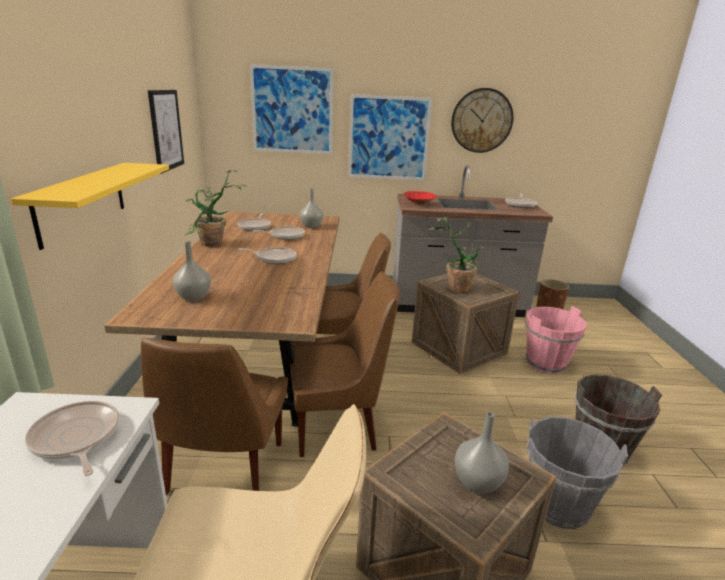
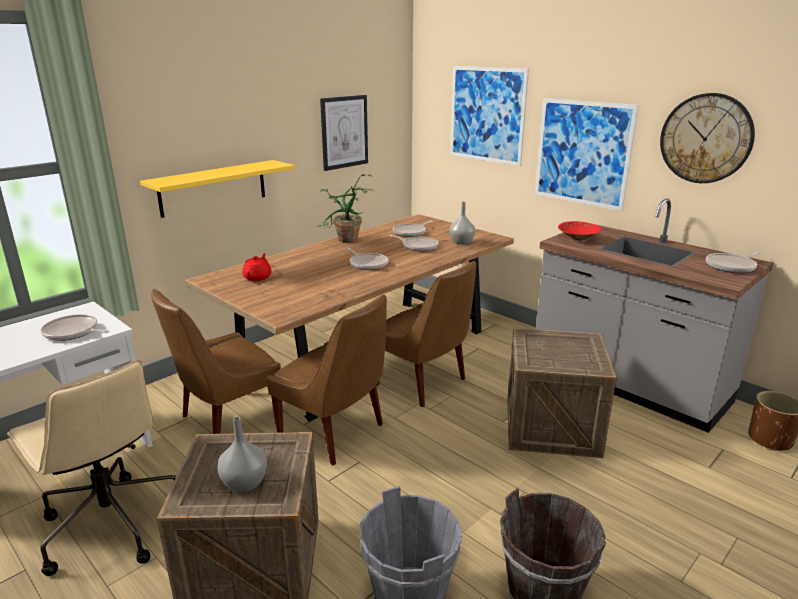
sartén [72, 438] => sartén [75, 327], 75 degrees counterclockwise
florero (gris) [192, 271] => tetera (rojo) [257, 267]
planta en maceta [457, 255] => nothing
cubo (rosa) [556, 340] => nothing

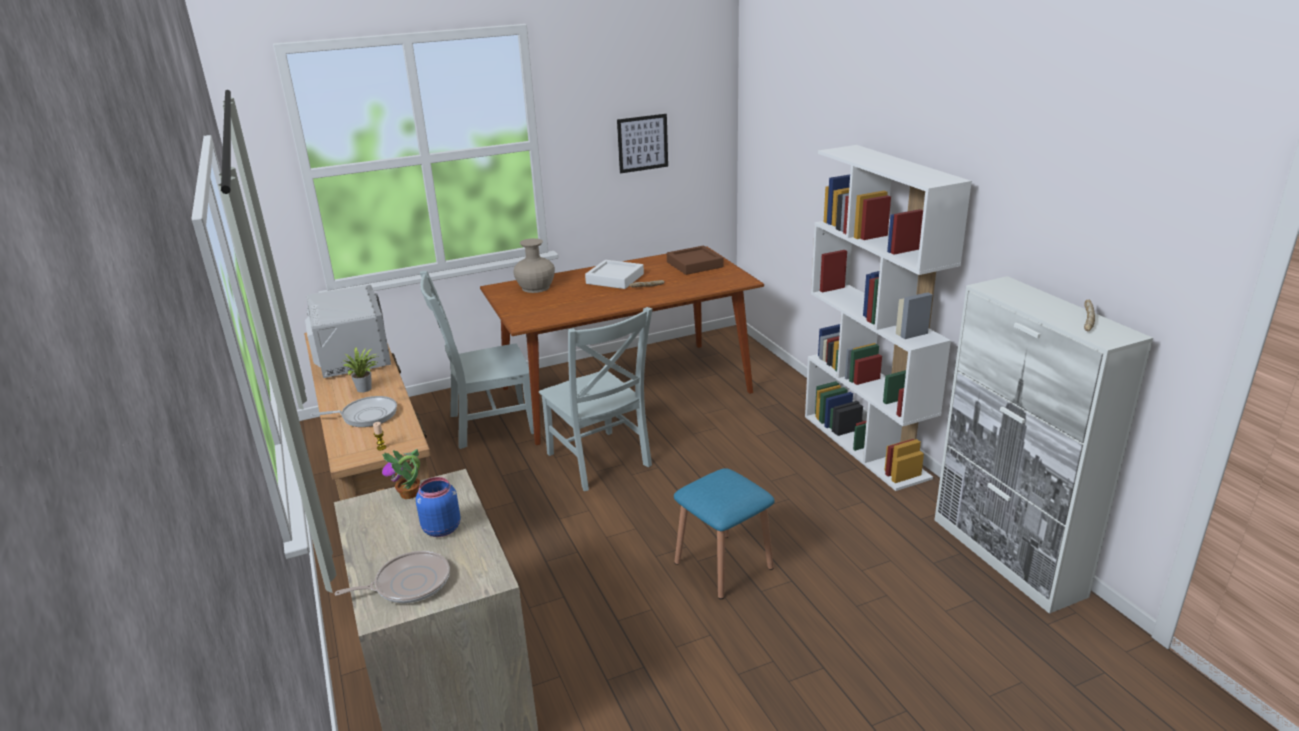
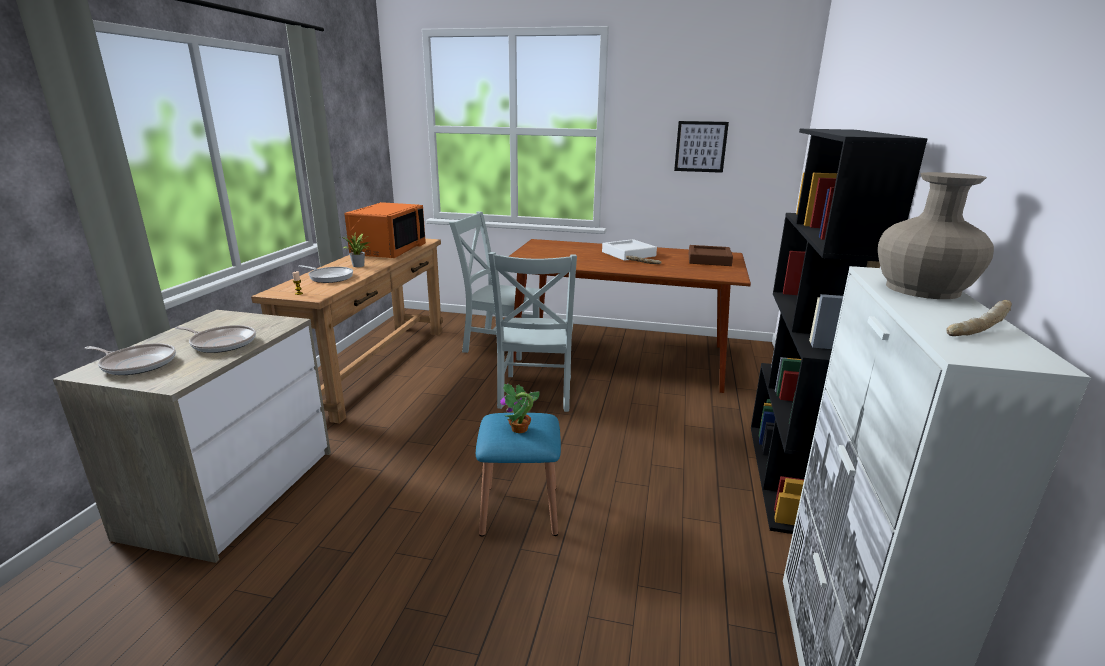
microondas (gris) [348, 331] => microondas (naranja) [385, 230]
planta en maceta [401, 474] => planta en maceta [520, 408], relocated
tarro (azul) [438, 507] => sartén [215, 339]
florero (beis) [534, 265] => florero (beis) [936, 235], relocated
estantería (blanco) [888, 318] => estantería (negro) [839, 331]

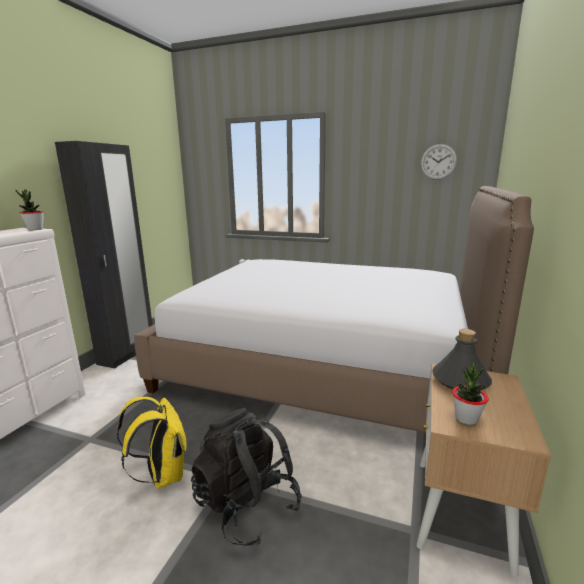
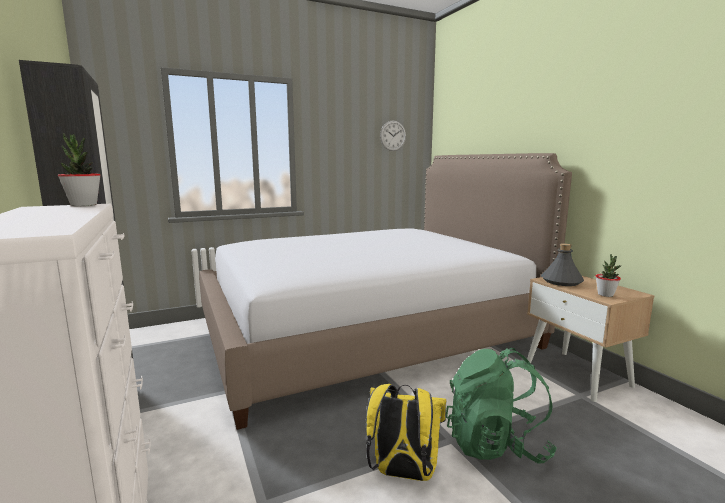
mochila (negro) [246, 477] => mochila (verde) [501, 405]

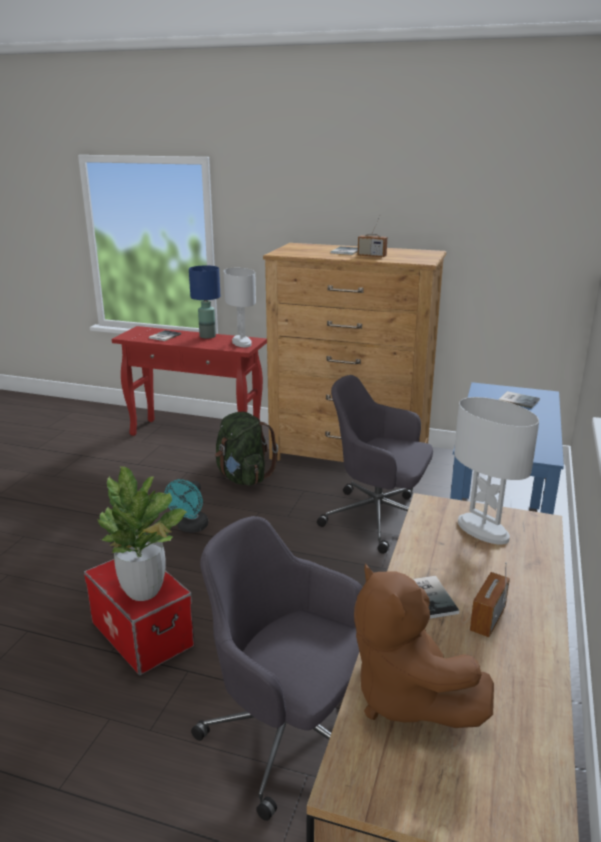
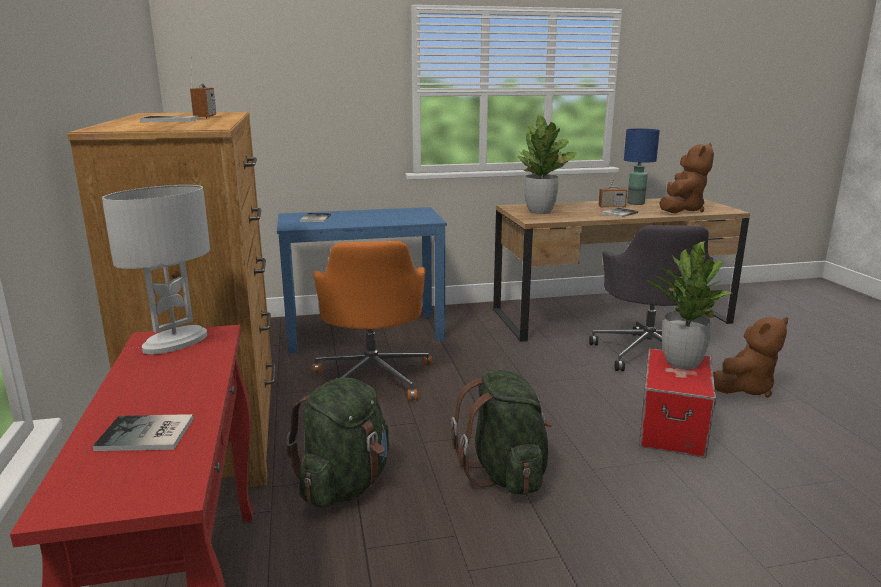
ventilador (turquesa) [186, 506] => mochila (verde) [501, 432]
lámpara de mesa (azul) [204, 302] => lámpara de mesa (azul) [642, 167], relocated
silla de oficina (gris) [375, 464] => silla de oficina (naranja) [372, 321]
lámpara de mesa (blanco) [496, 471] => planta en maceta [547, 164]
nothing => peluche (marrón) [750, 357]

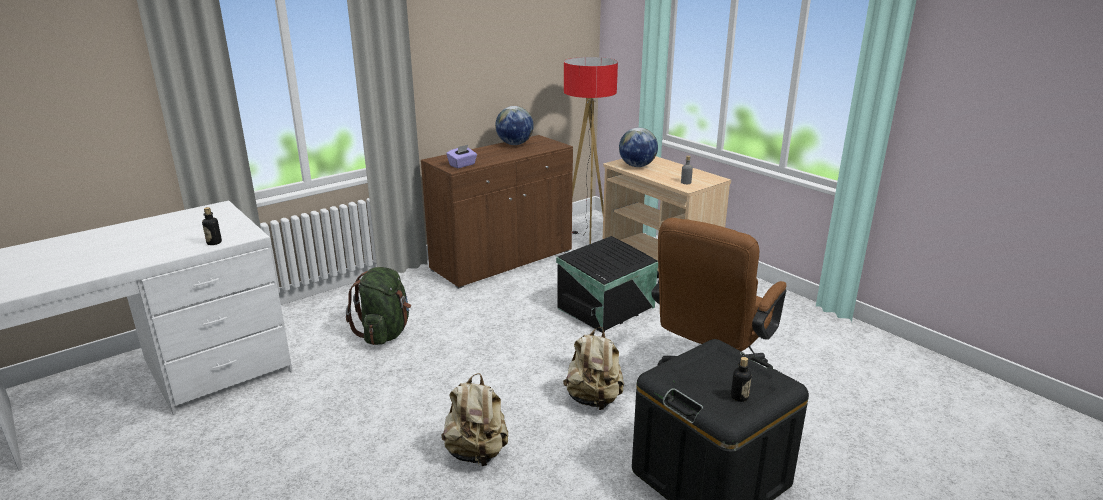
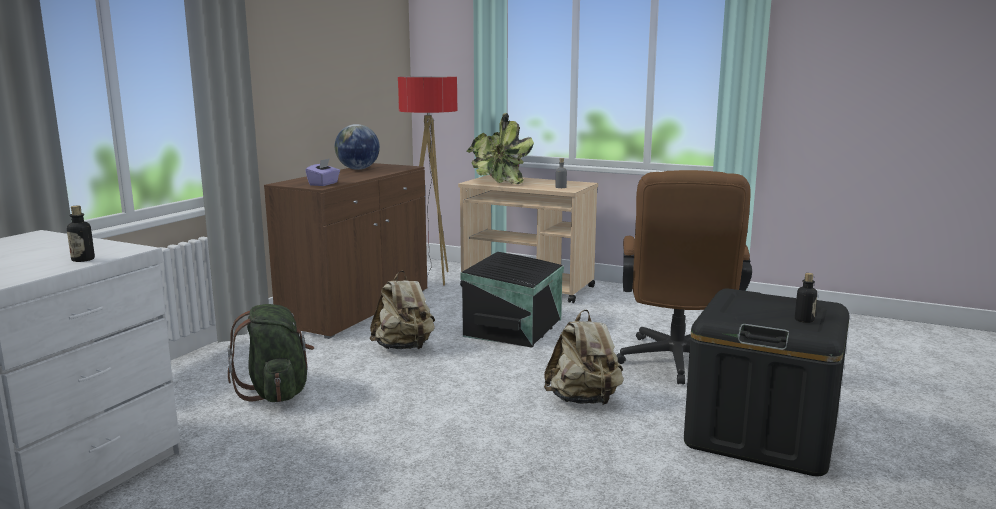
mochila (beis) [475, 419] => mochila (beis) [402, 310], relocated
globo terráqueo [638, 147] => planta en maceta [500, 148]

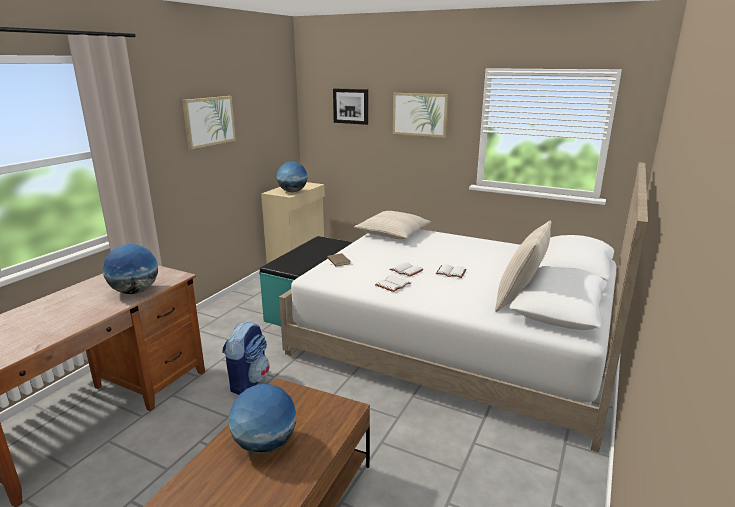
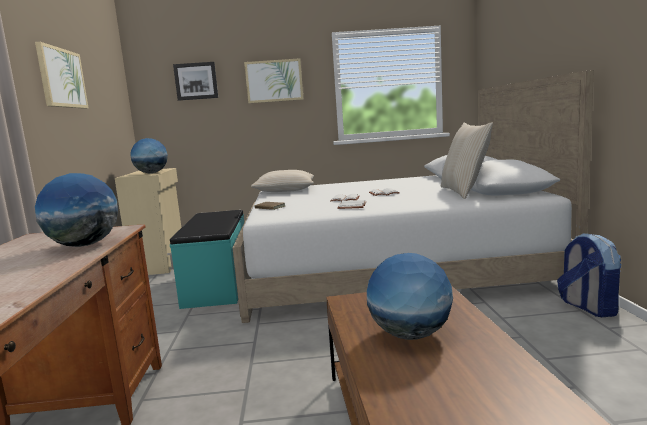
mochila [246, 358] => mochila [589, 275], relocated

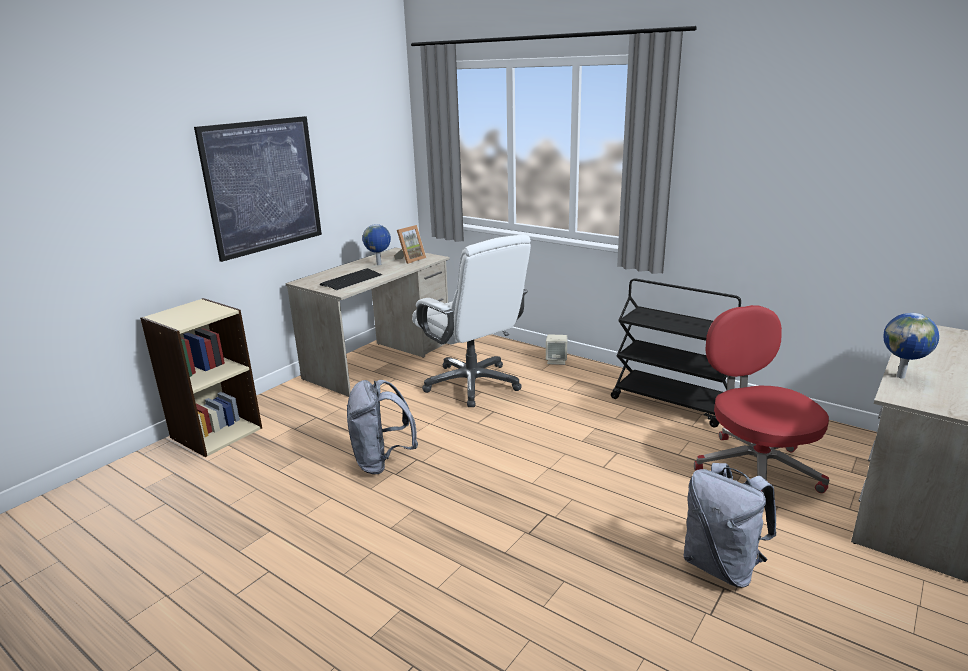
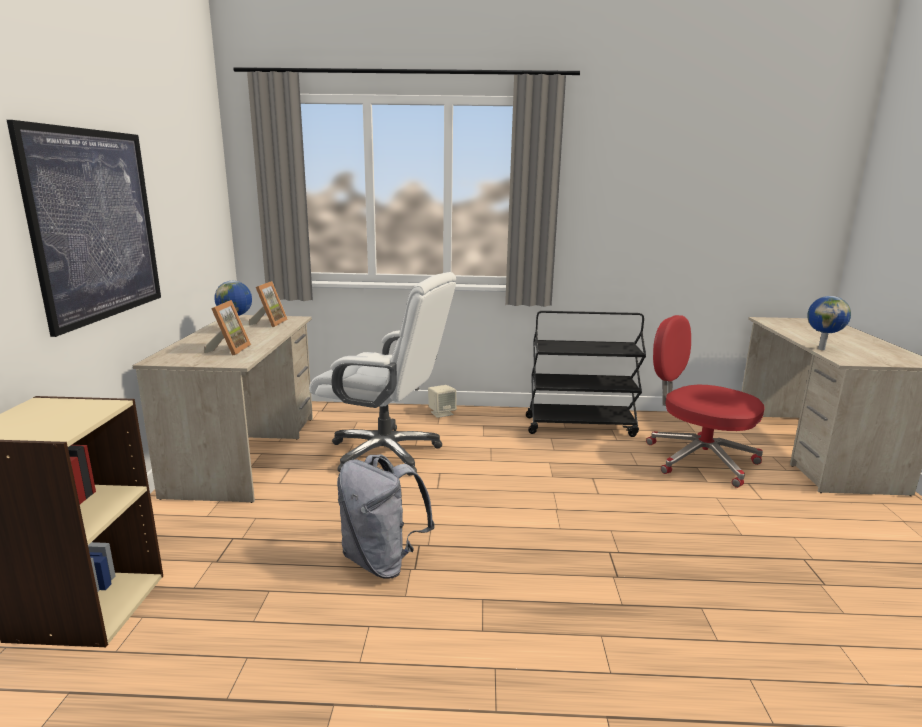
teclado [351, 279] => portarretratos [227, 328]
mochila (gris) [730, 525] => nothing

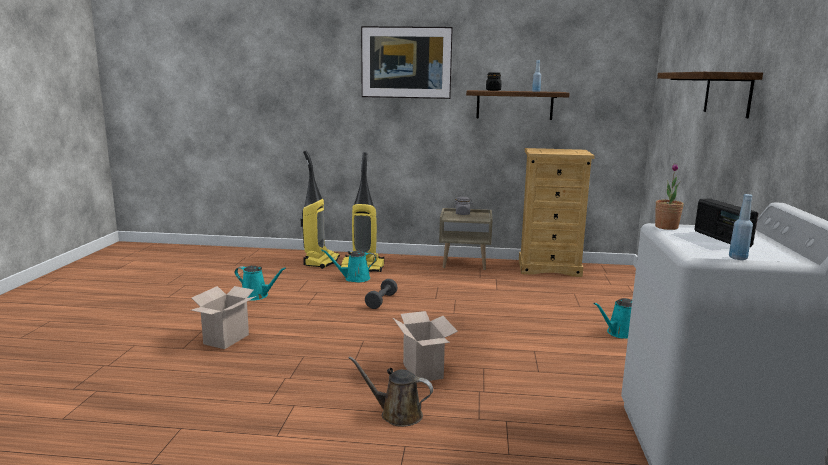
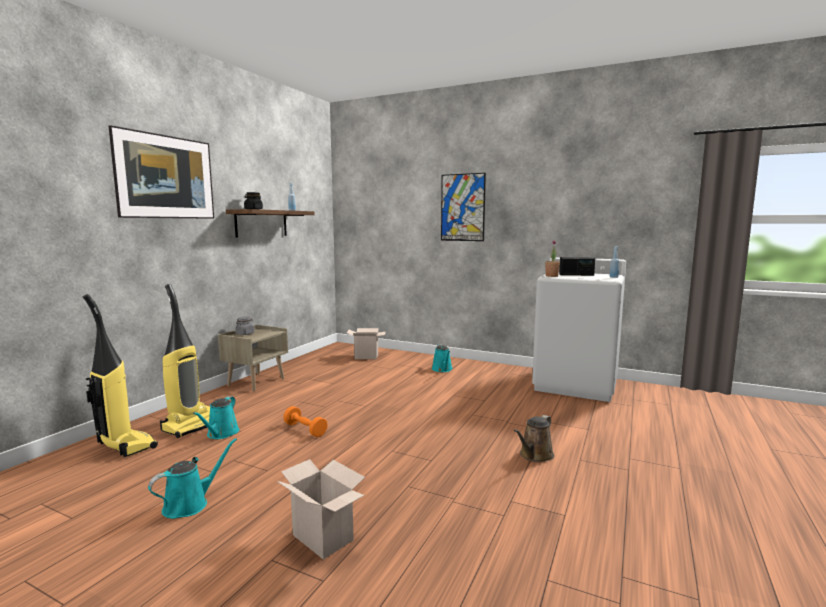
mancuerna (gris) [381, 294] => mancuerna (naranja) [305, 421]
caja de cartón [425, 347] => caja de cartón [366, 343], relocated
cómoda (beis) [557, 212] => nothing
estante [710, 95] => cuadro [463, 207]

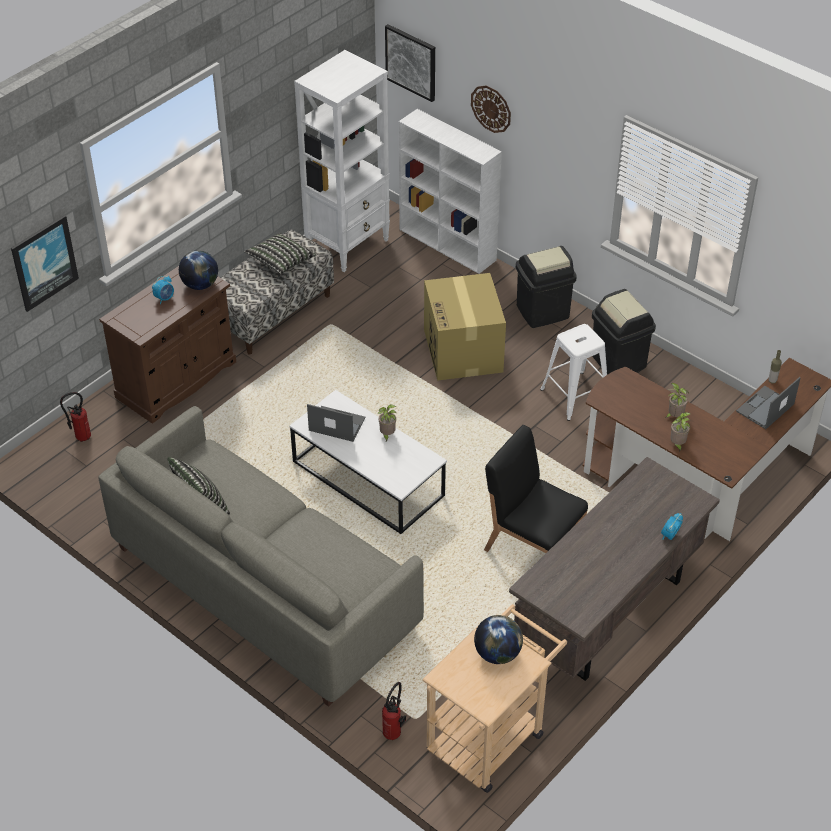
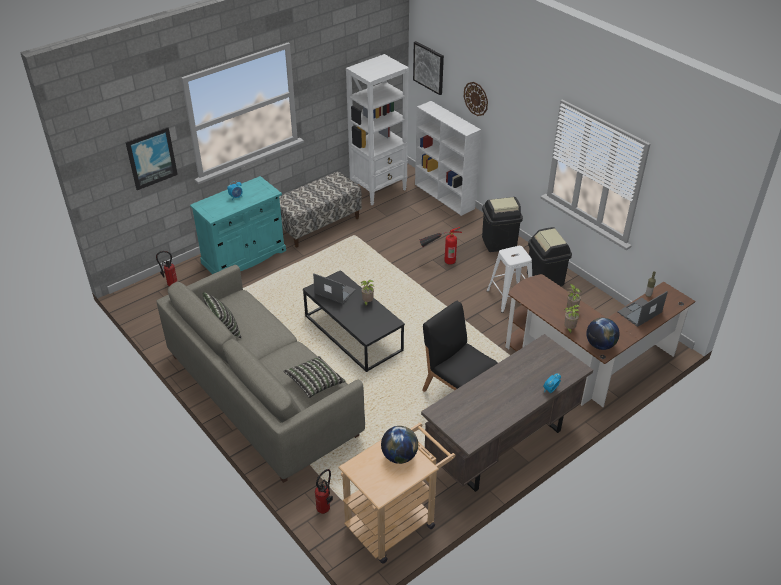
armario (marrón) [167, 345] => armario (turquesa) [238, 225]
globo terráqueo [198, 270] => globo terráqueo [603, 334], relocated
cojín [280, 253] => cojín [314, 377], relocated
mesa de centro (blanco) [368, 462] => mesa de centro (negro) [354, 321]
caja de cartón [465, 327] => extintor [440, 246]

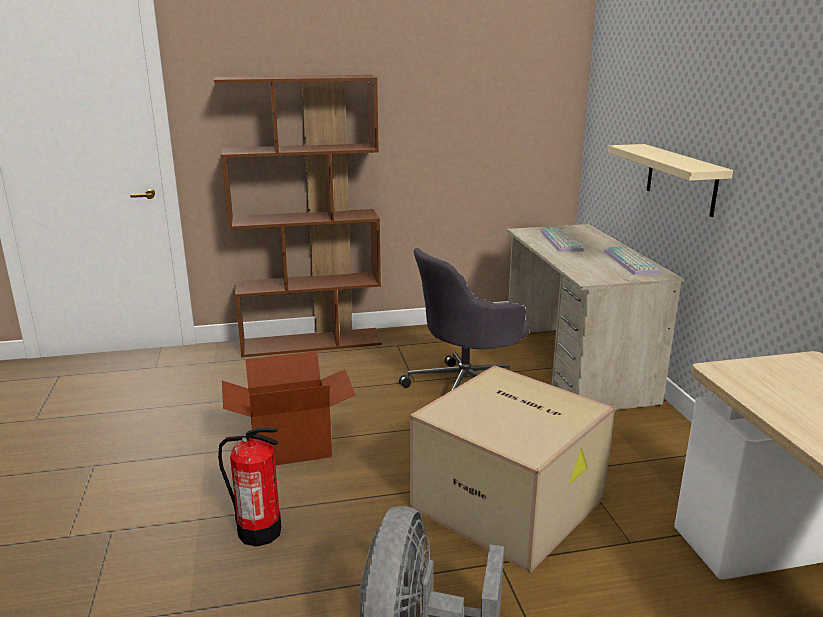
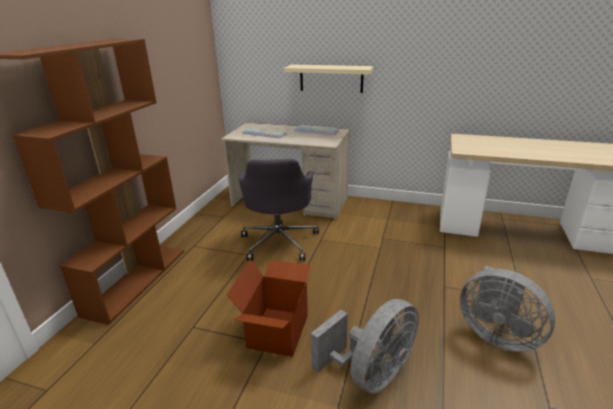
extintor [249, 487] => ventilador (gris) [365, 346]
caja de cartón [512, 469] => nothing

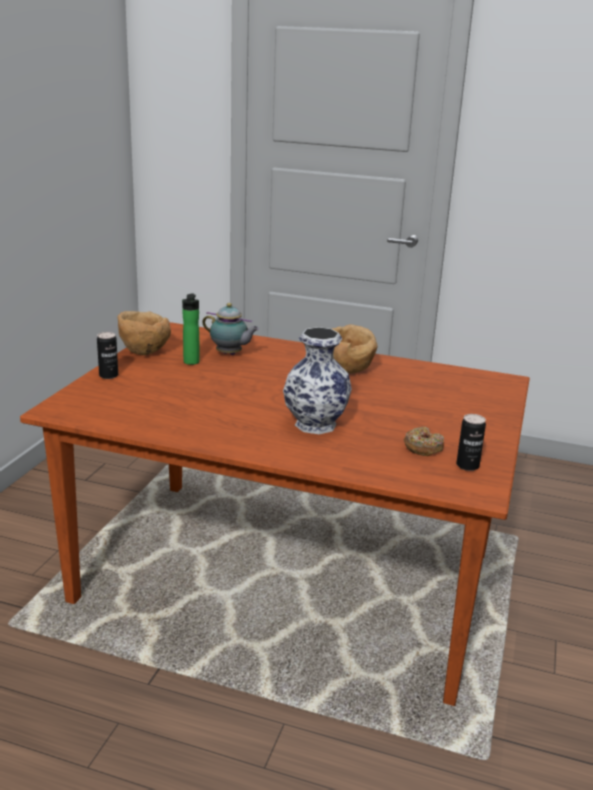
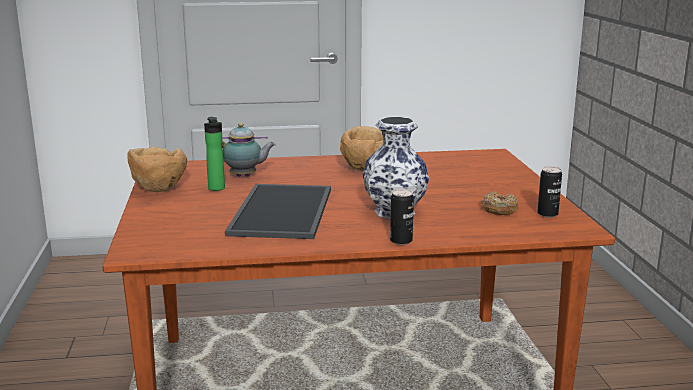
lata [107, 355] => lata [402, 217], relocated
nothing => bandeja [278, 211]

